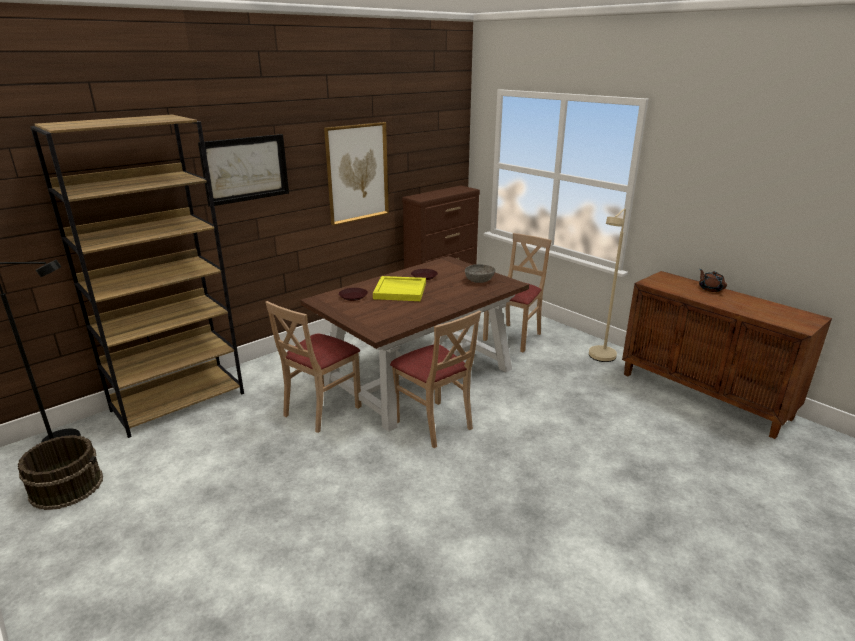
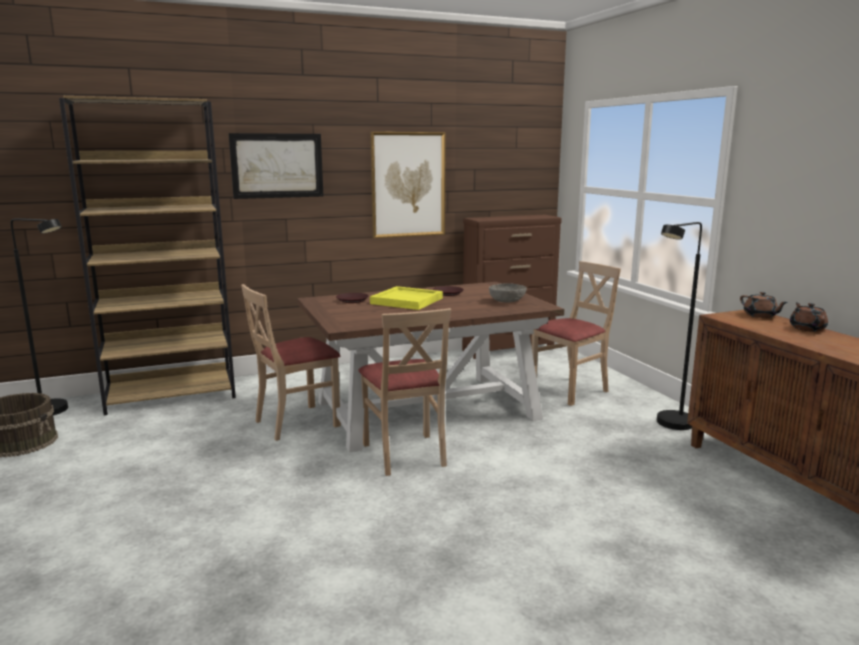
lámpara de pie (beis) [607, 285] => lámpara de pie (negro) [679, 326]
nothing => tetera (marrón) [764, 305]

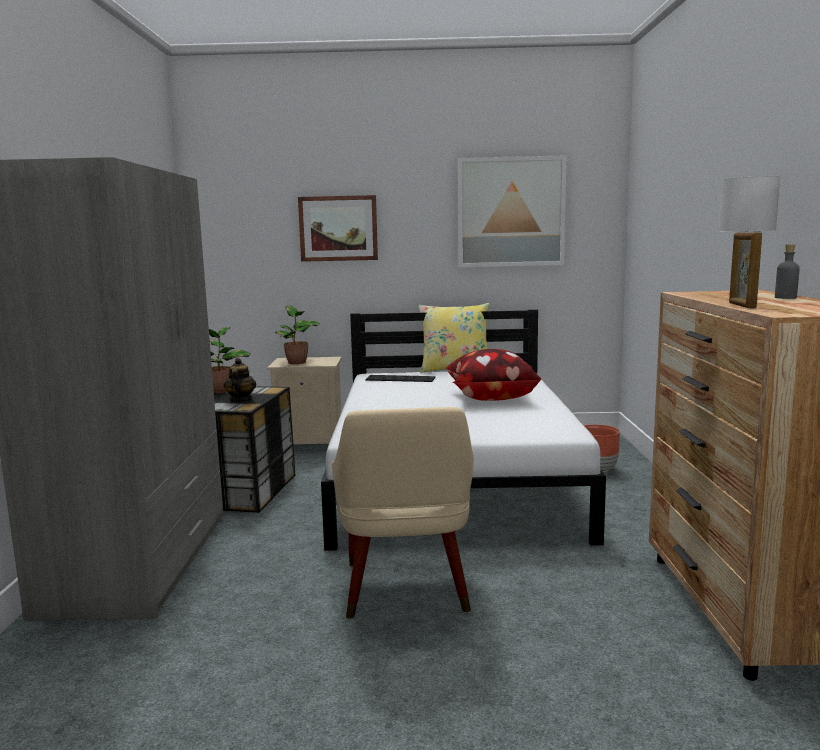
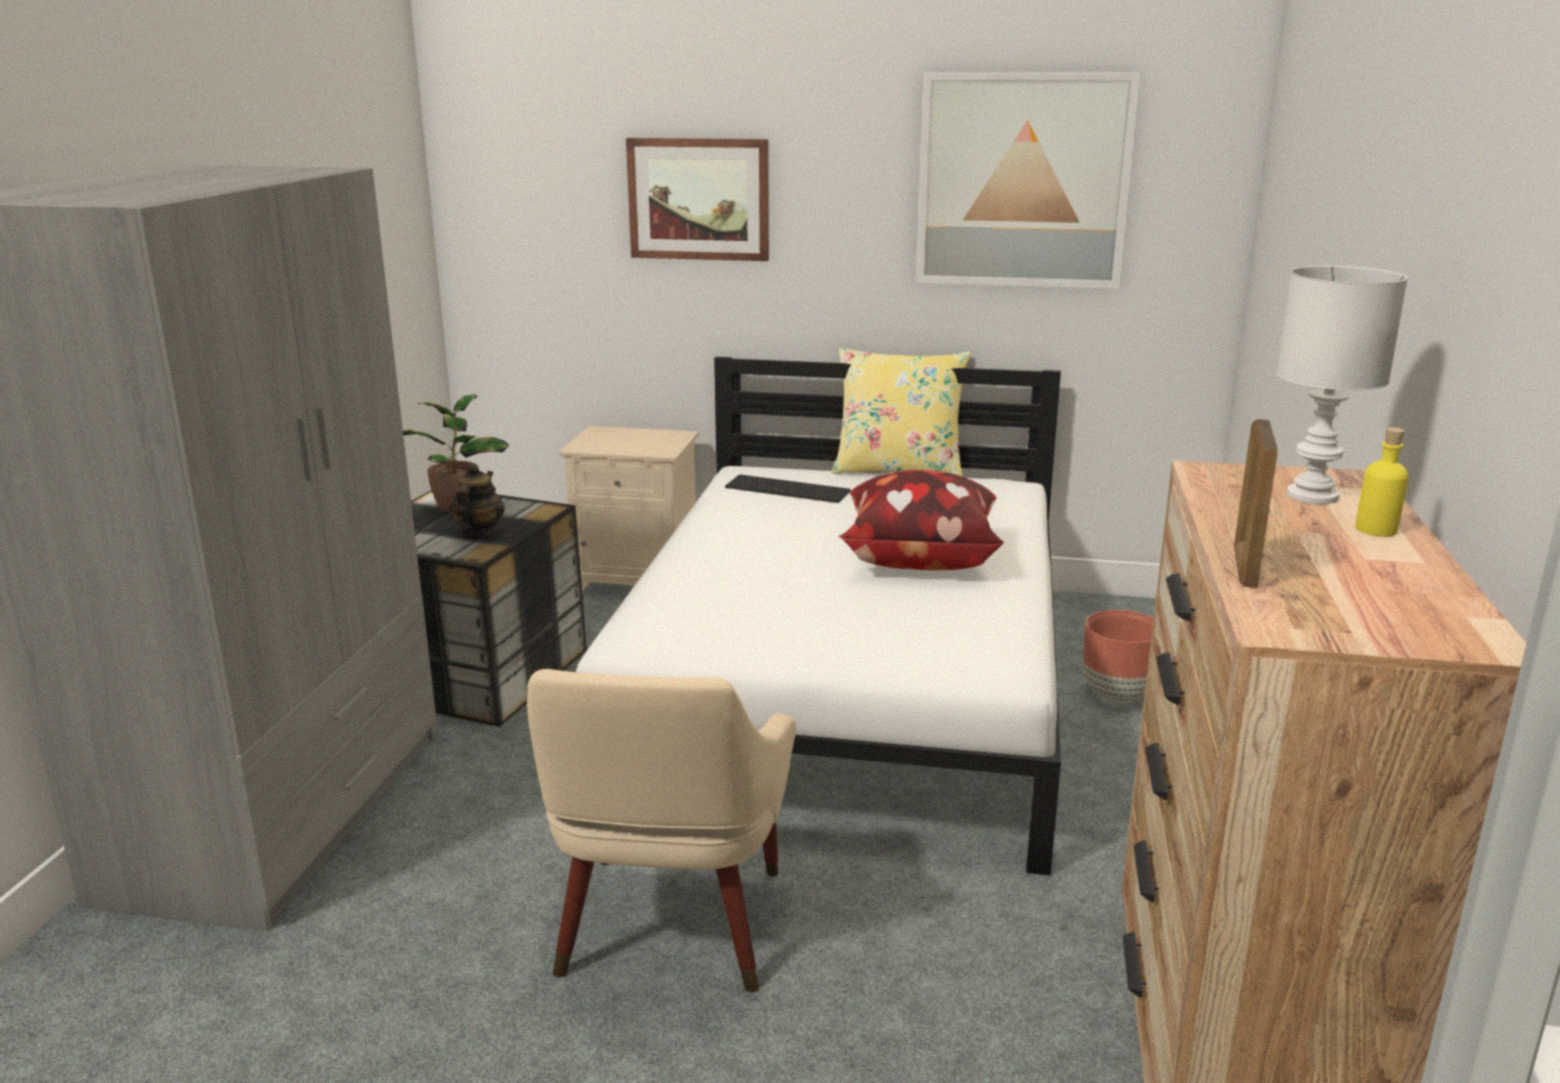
planta en maceta [297, 335] => nothing
botella (gris) [787, 272] => botella (amarillo) [1382, 482]

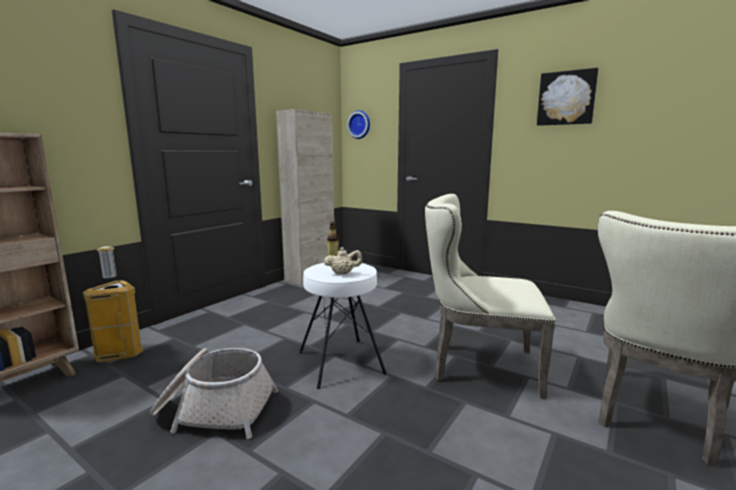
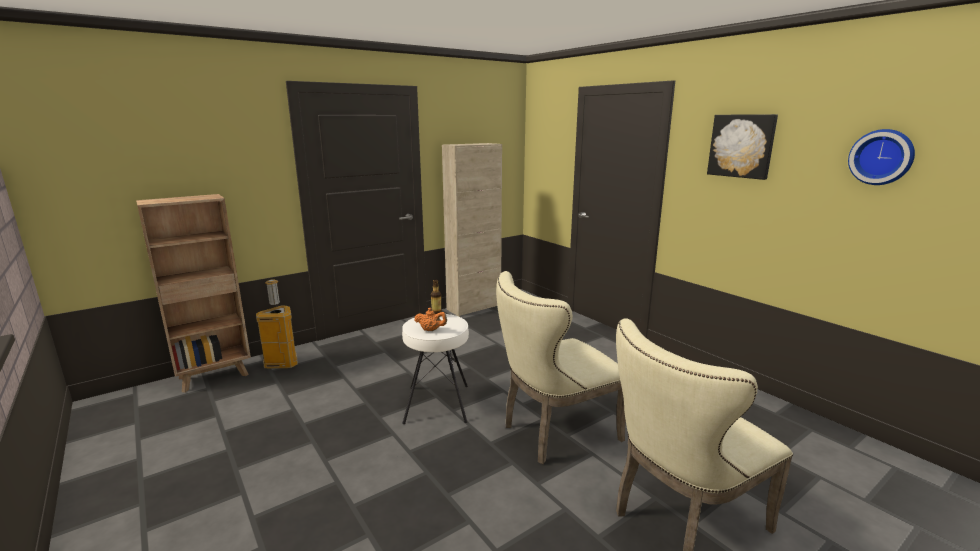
cesta [214, 393] => nothing
tetera (beis) [343, 260] => tetera (naranja) [430, 319]
reloj de pared [358, 124] => reloj de pared [881, 157], relocated
silla (beis) [490, 296] => silla (beis) [561, 367], 60 degrees counterclockwise

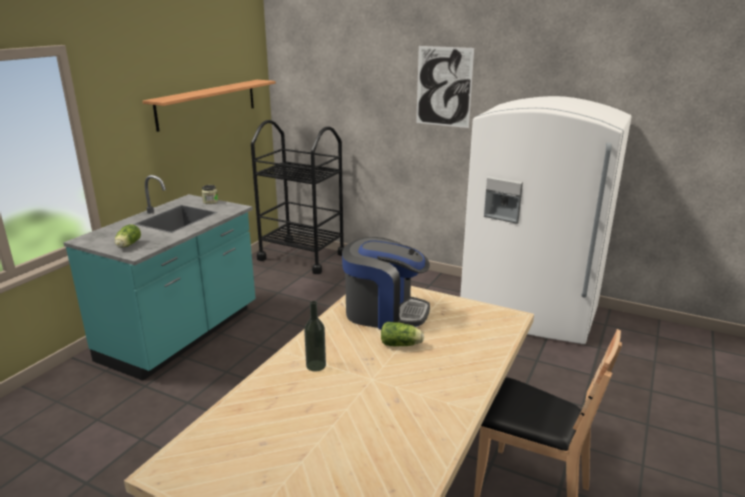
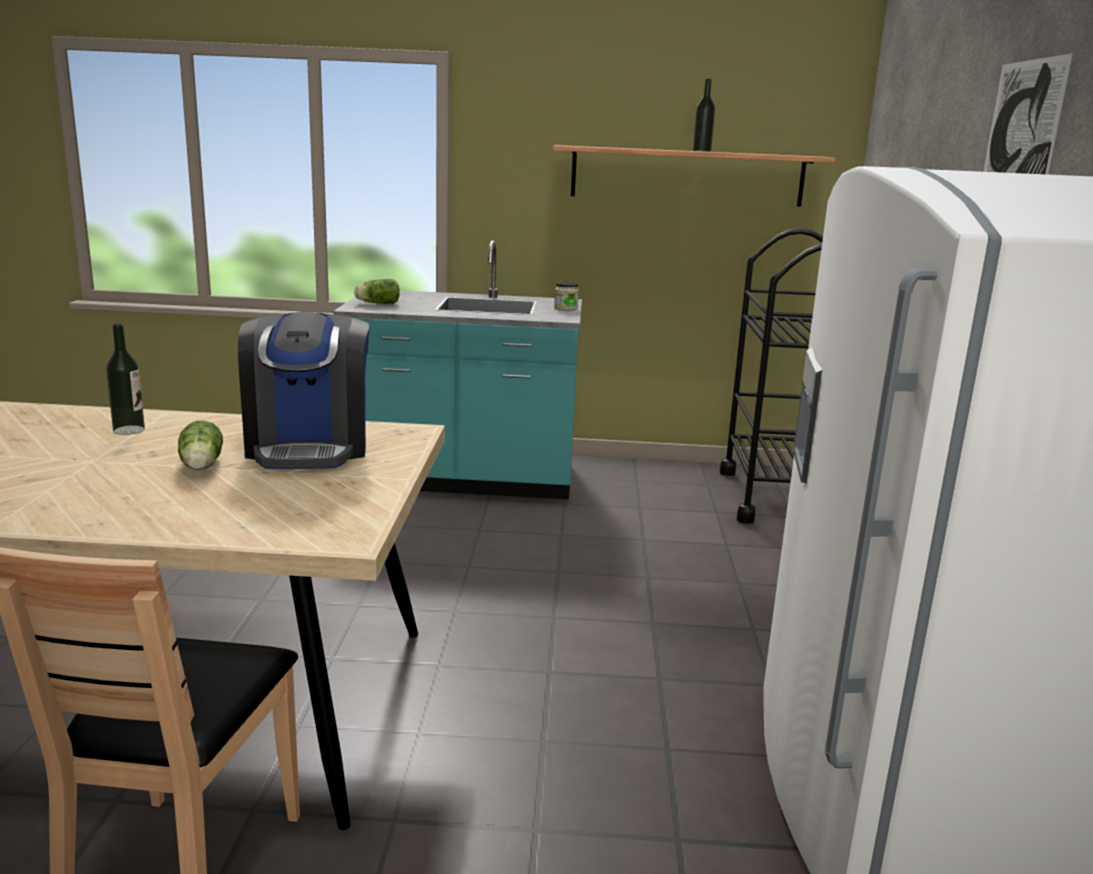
nothing => botella [704, 115]

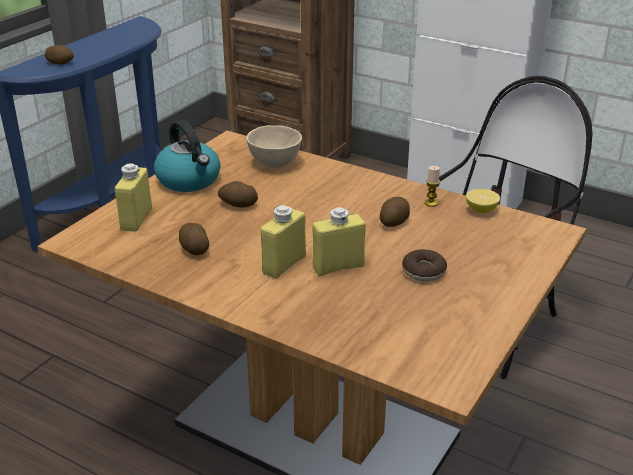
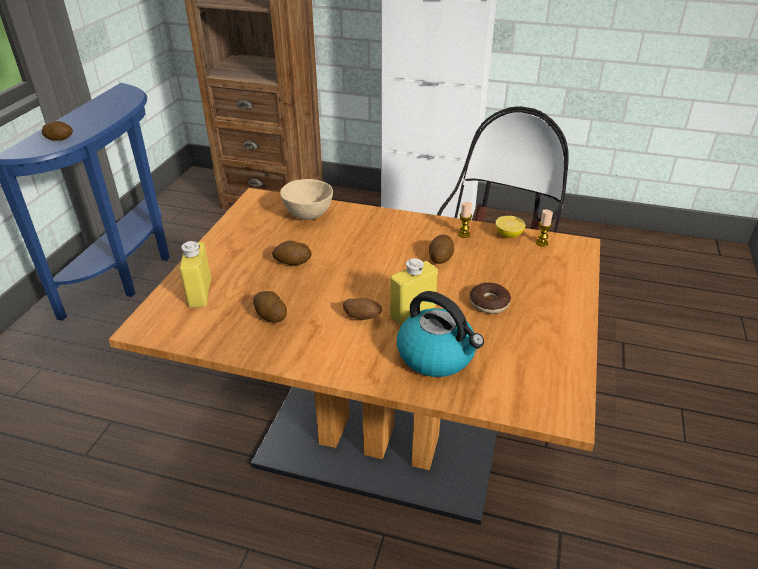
hervidor [187, 156] => hervidor [440, 334], relocated
botella (amarillo) [283, 241] => patata [362, 309]
nothing => vela [544, 228]

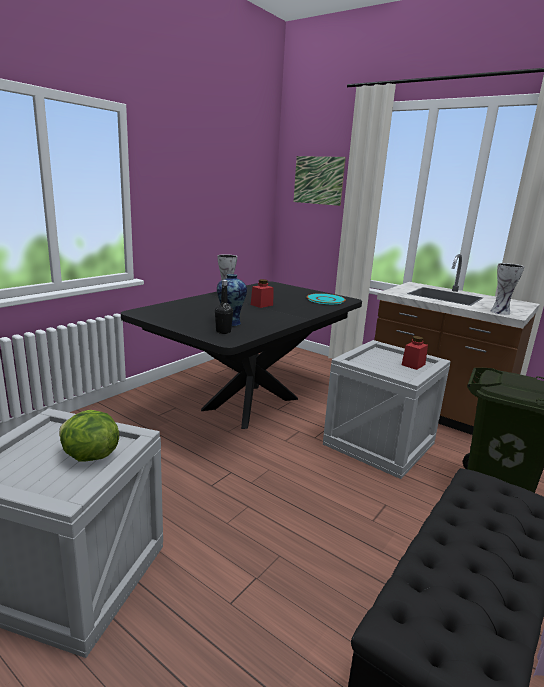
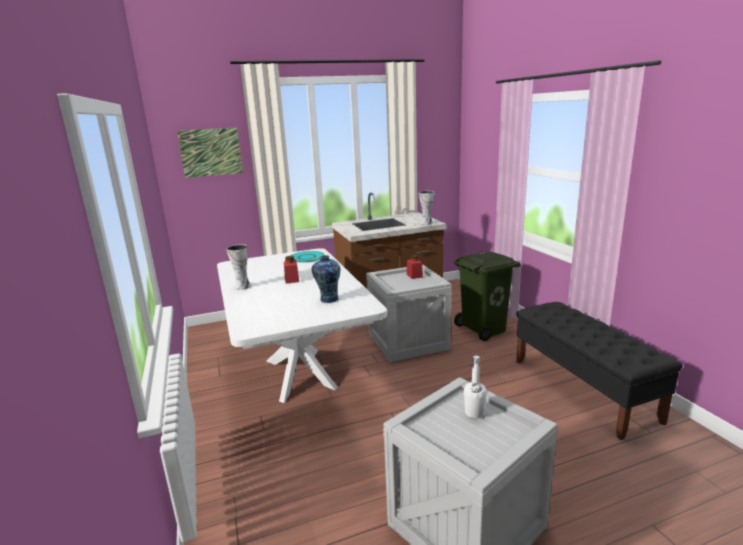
lechuga [89, 435] => botella (blanco) [475, 387]
mesa de comedor (negro) [241, 355] => mesa de comedor (blanco) [302, 325]
botella (negro) [224, 307] => nothing

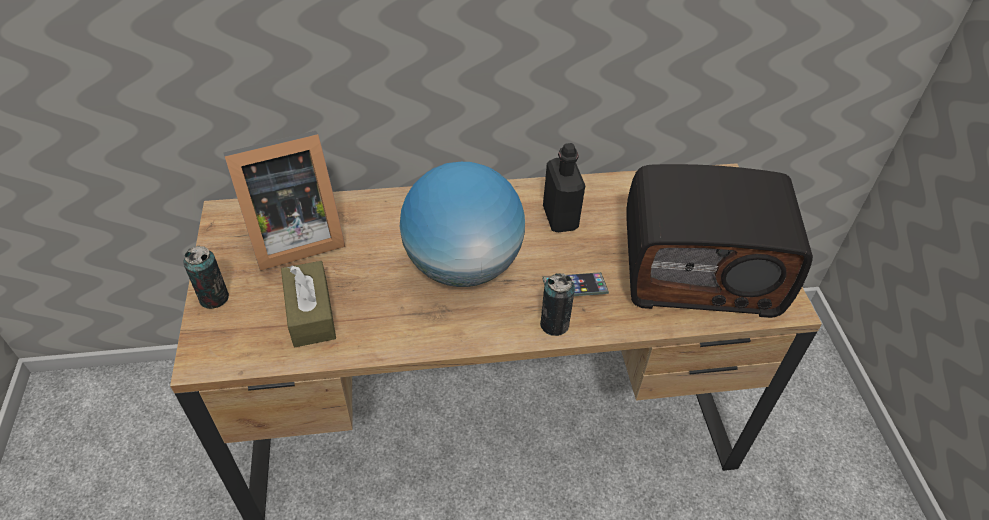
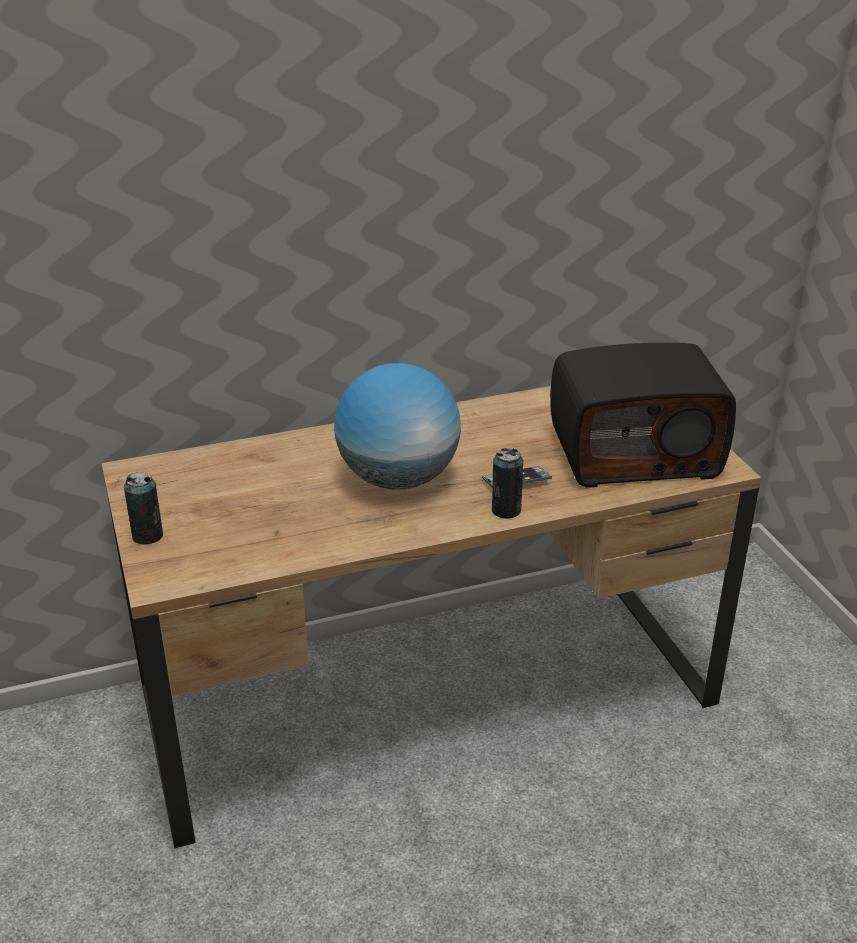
portarretratos [284, 201] => nothing
caja de pañuelos (marrón) [308, 304] => nothing
botella (negro) [564, 187] => nothing

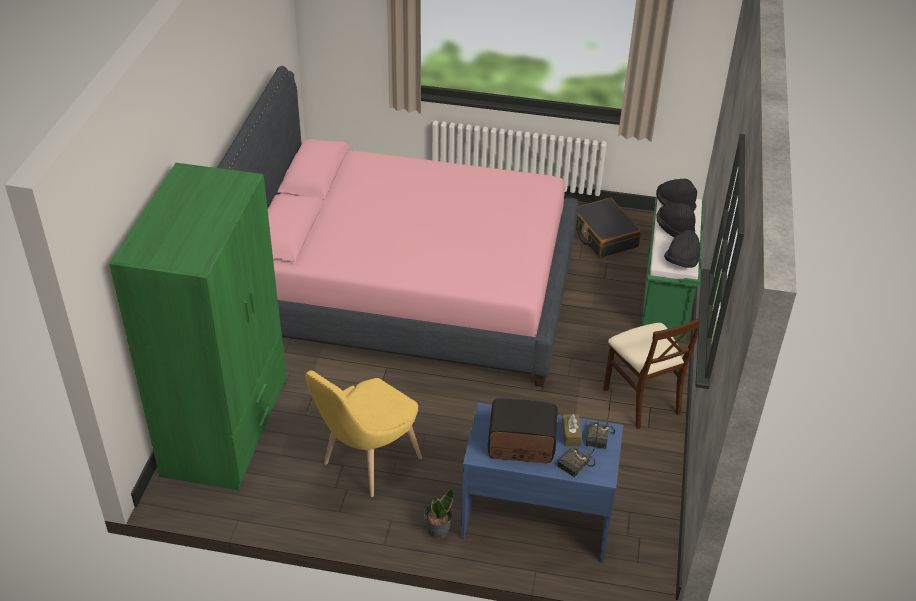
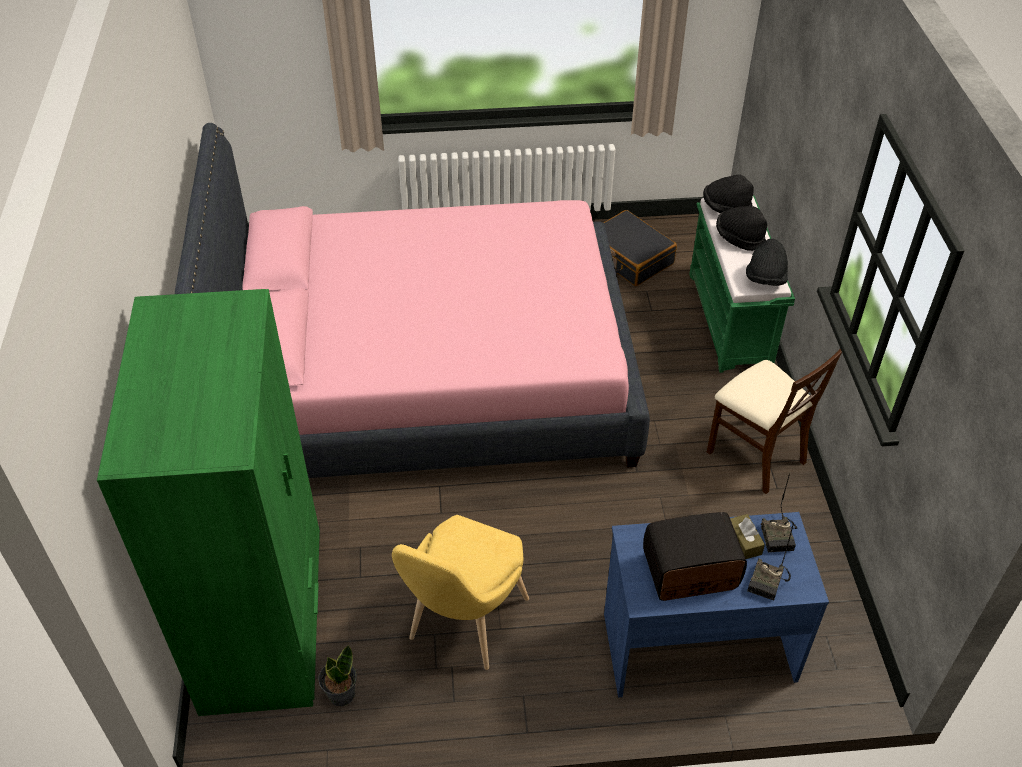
planta en maceta [438, 513] => planta en maceta [337, 675], relocated

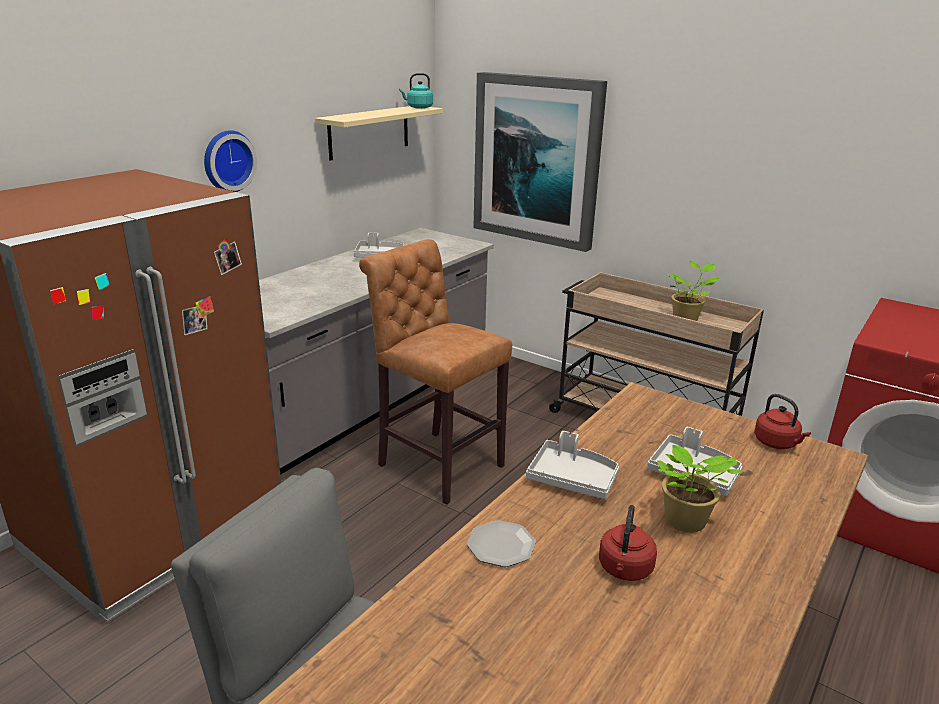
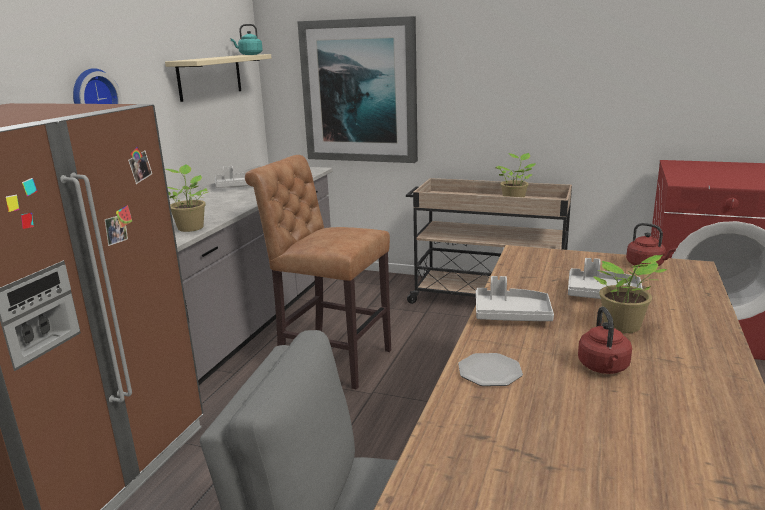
nothing => planta en maceta [186, 198]

